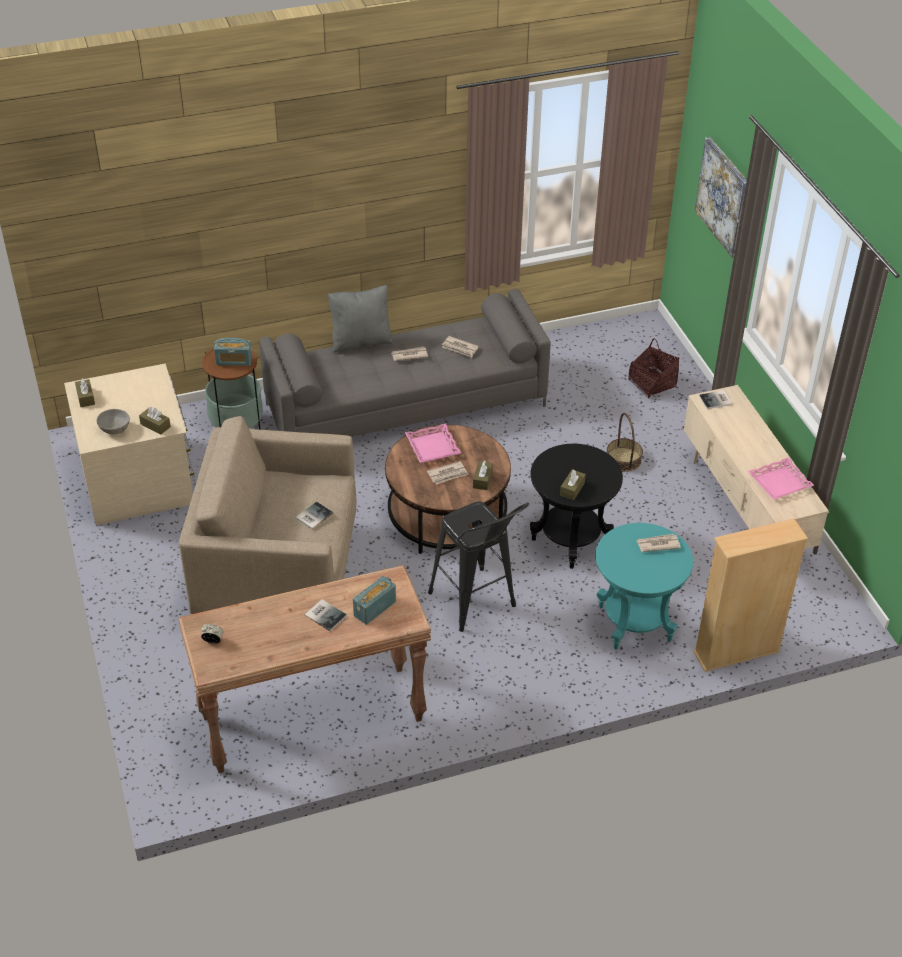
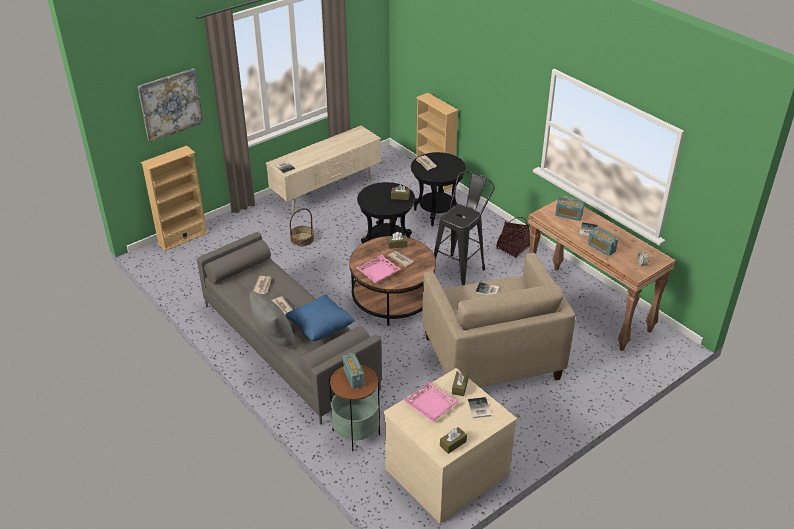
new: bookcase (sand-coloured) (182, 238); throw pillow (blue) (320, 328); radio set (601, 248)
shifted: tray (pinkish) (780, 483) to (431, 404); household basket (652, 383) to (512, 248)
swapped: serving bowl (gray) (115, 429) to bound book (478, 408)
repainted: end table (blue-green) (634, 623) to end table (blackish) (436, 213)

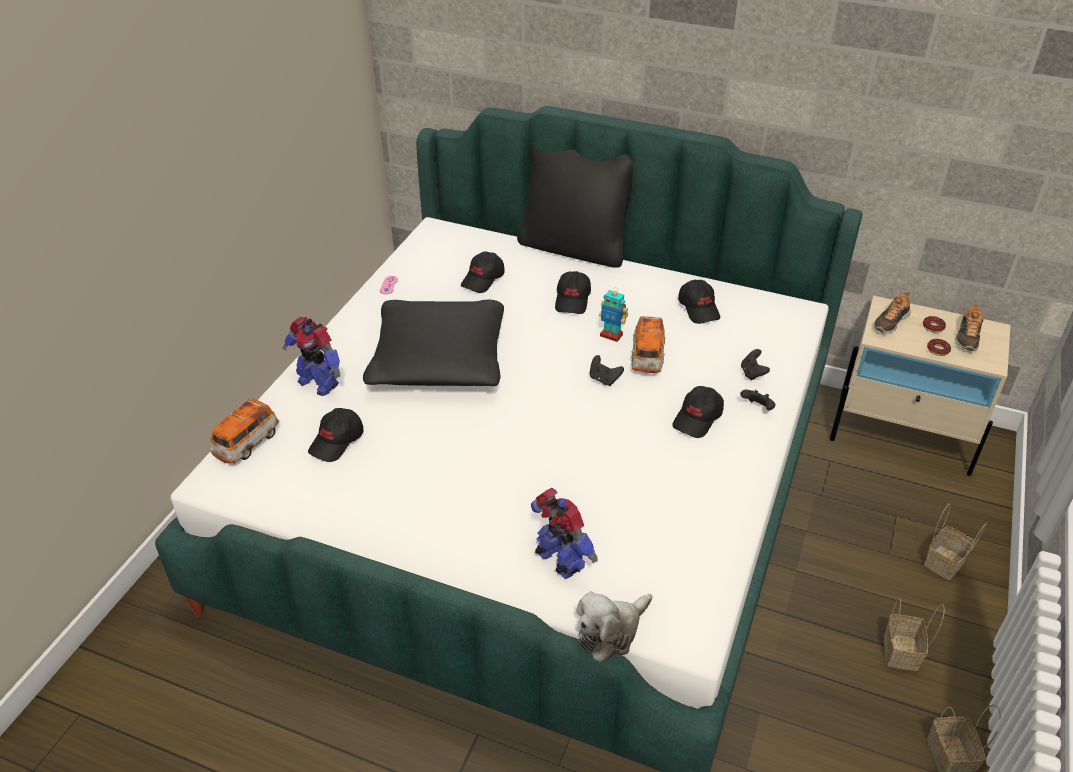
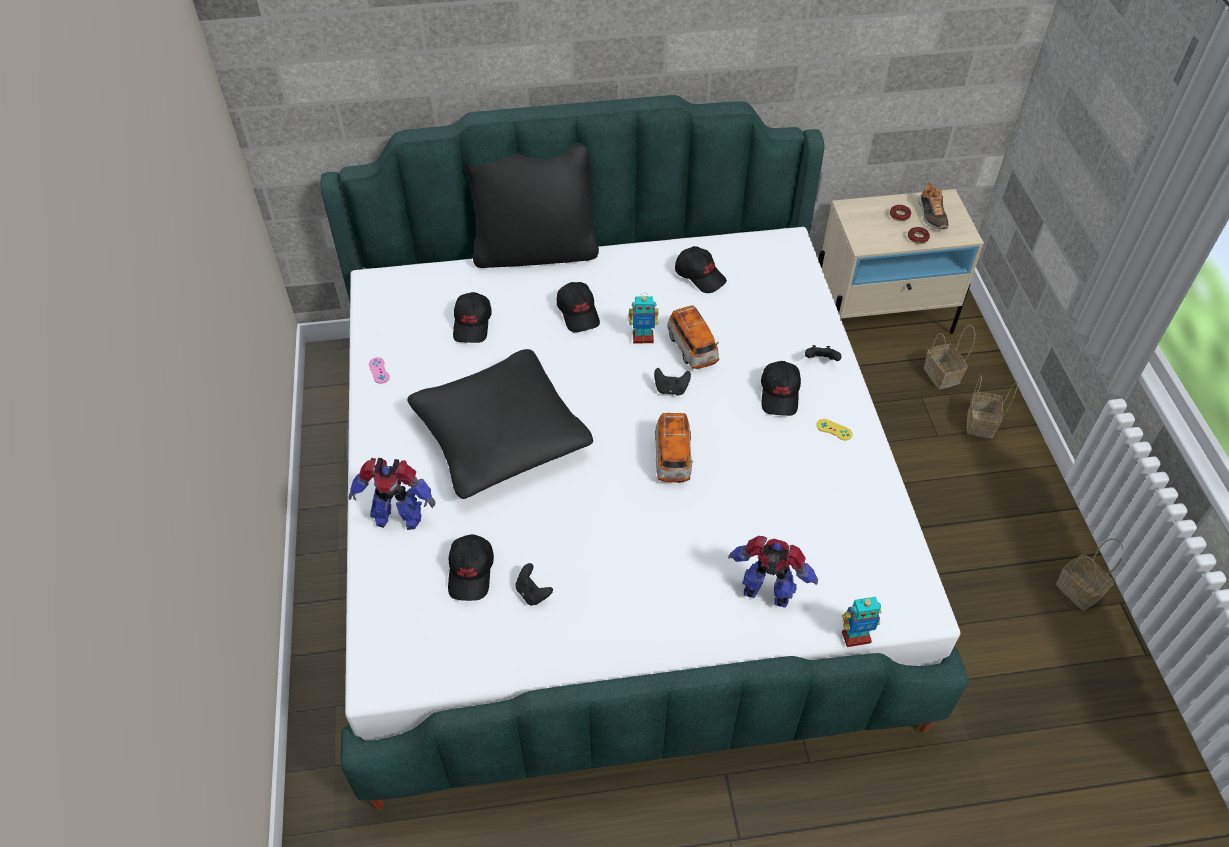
gone: item of footwear (890, 322)
new: joypad (yellow-coloured) (834, 430)
shifted: joypad (blackish) (752, 373) to (532, 593); miniature car (247, 444) to (672, 458); household basket (902, 653) to (942, 376)
swapped: plush toy (611, 632) to robot figure (855, 637)

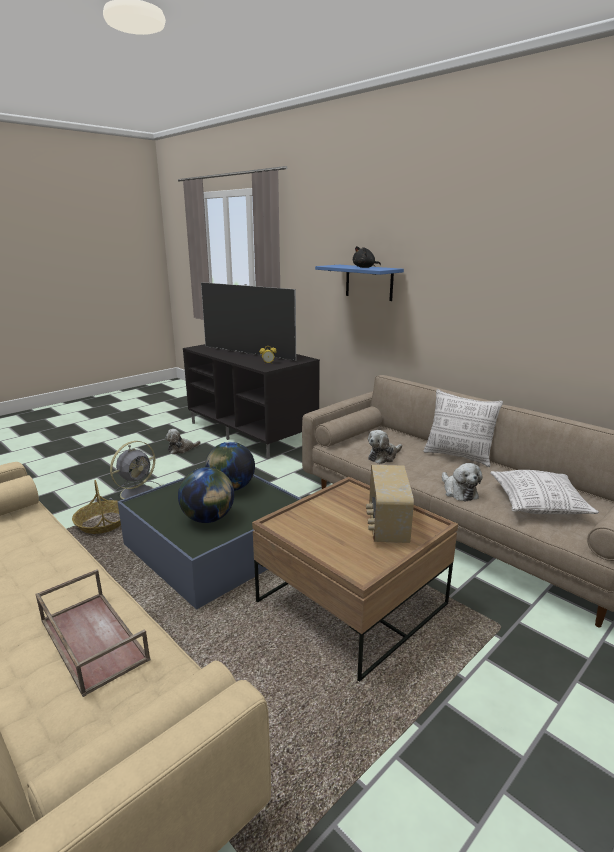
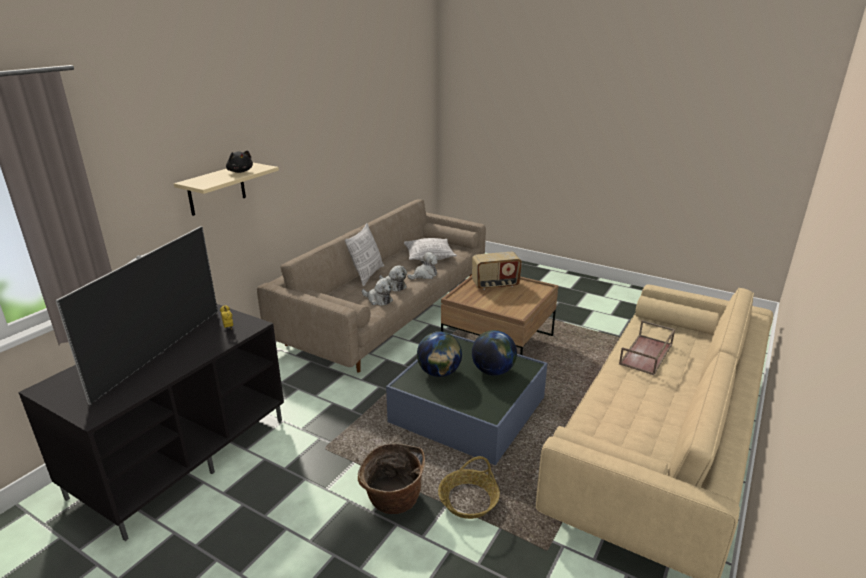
shifted: plush toy (181, 449) to (393, 286)
swapped: electric fan (gray) (138, 492) to household basket (392, 501)
repainted: wall shelf (blue) (369, 282) to wall shelf (sand-coloured) (216, 189)

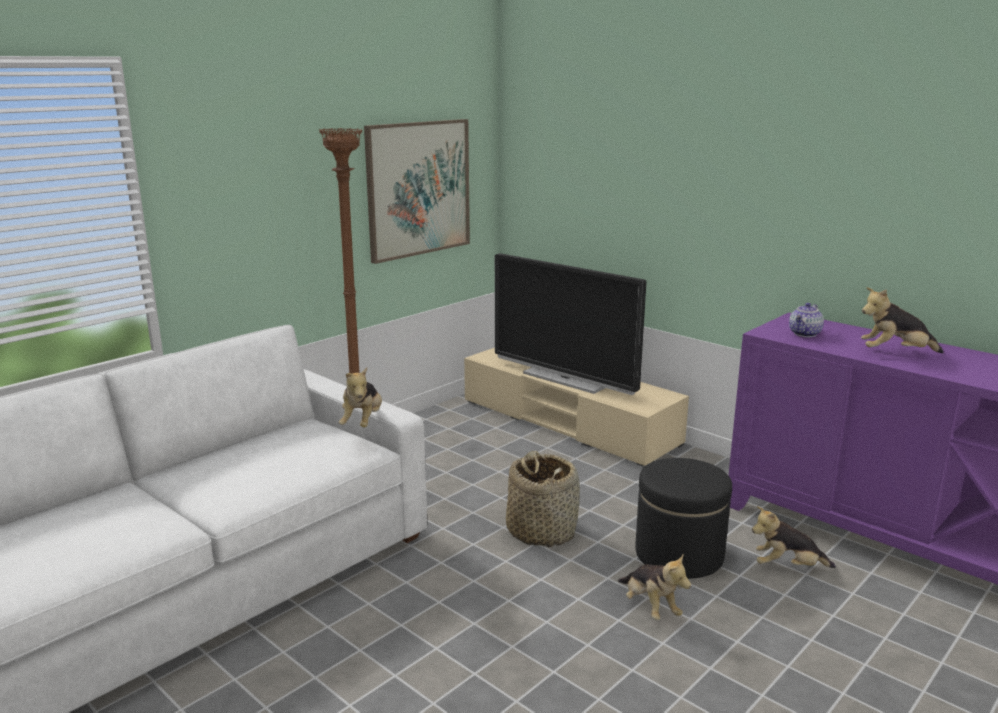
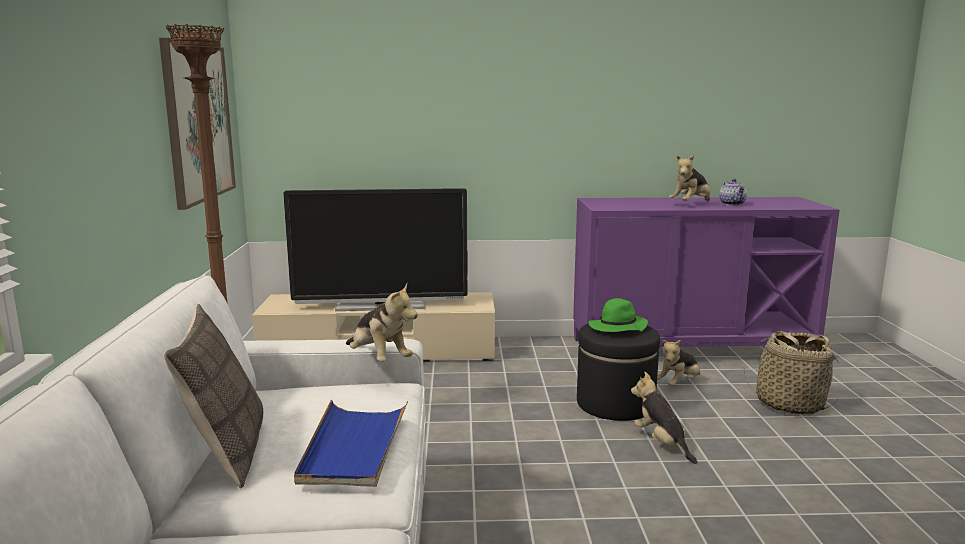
new: throw pillow (226, 453); tray (blue) (354, 447); wearable hat (green-coloured) (617, 328)
shifted: teapot (805, 334) to (732, 204); household basket (541, 531) to (789, 404)
rotated: plush toy (650, 607) = (661, 443) 135 degrees counterclockwise

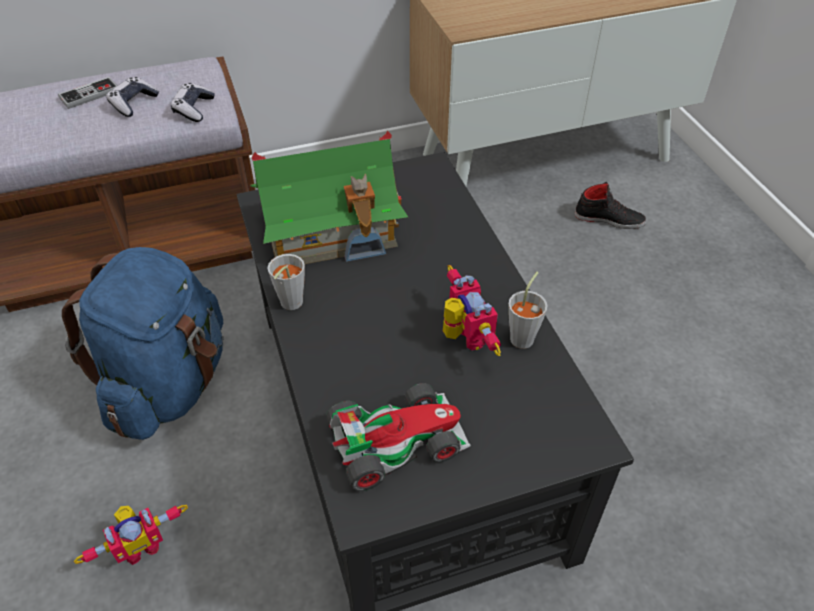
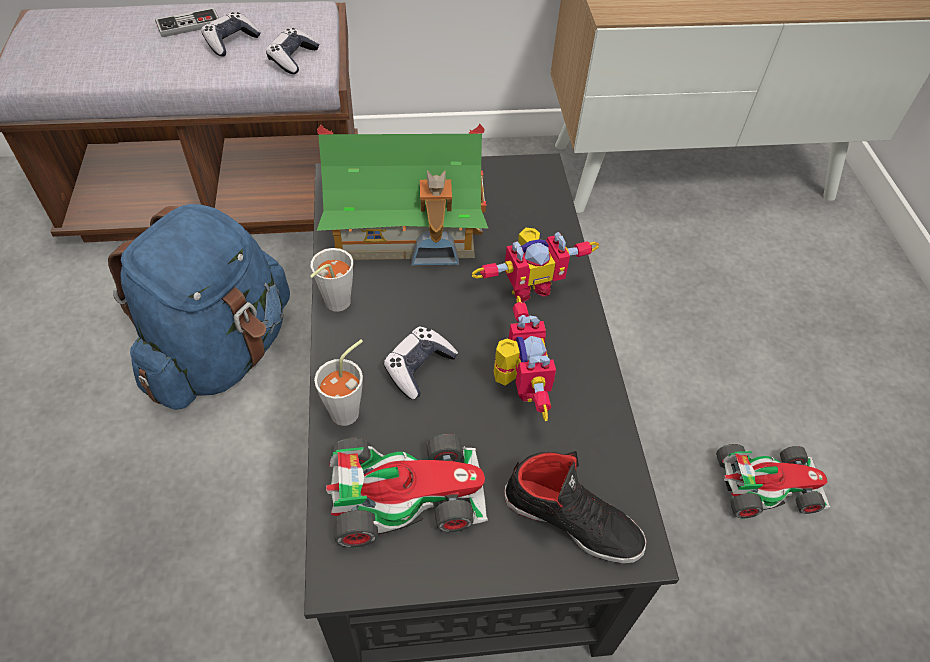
new: joypad (419, 367); miniature car (768, 484)
shifted: small cup (gray) (524, 336) to (350, 409); robot figure (140, 546) to (529, 285); item of footwear (blackish) (609, 219) to (572, 519)

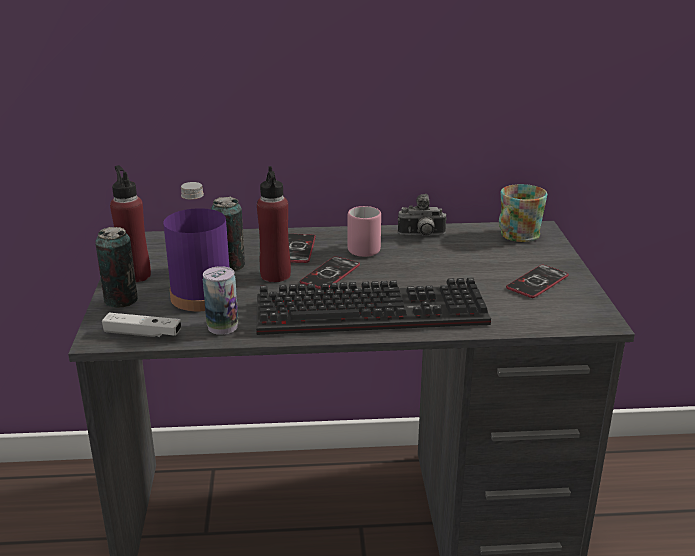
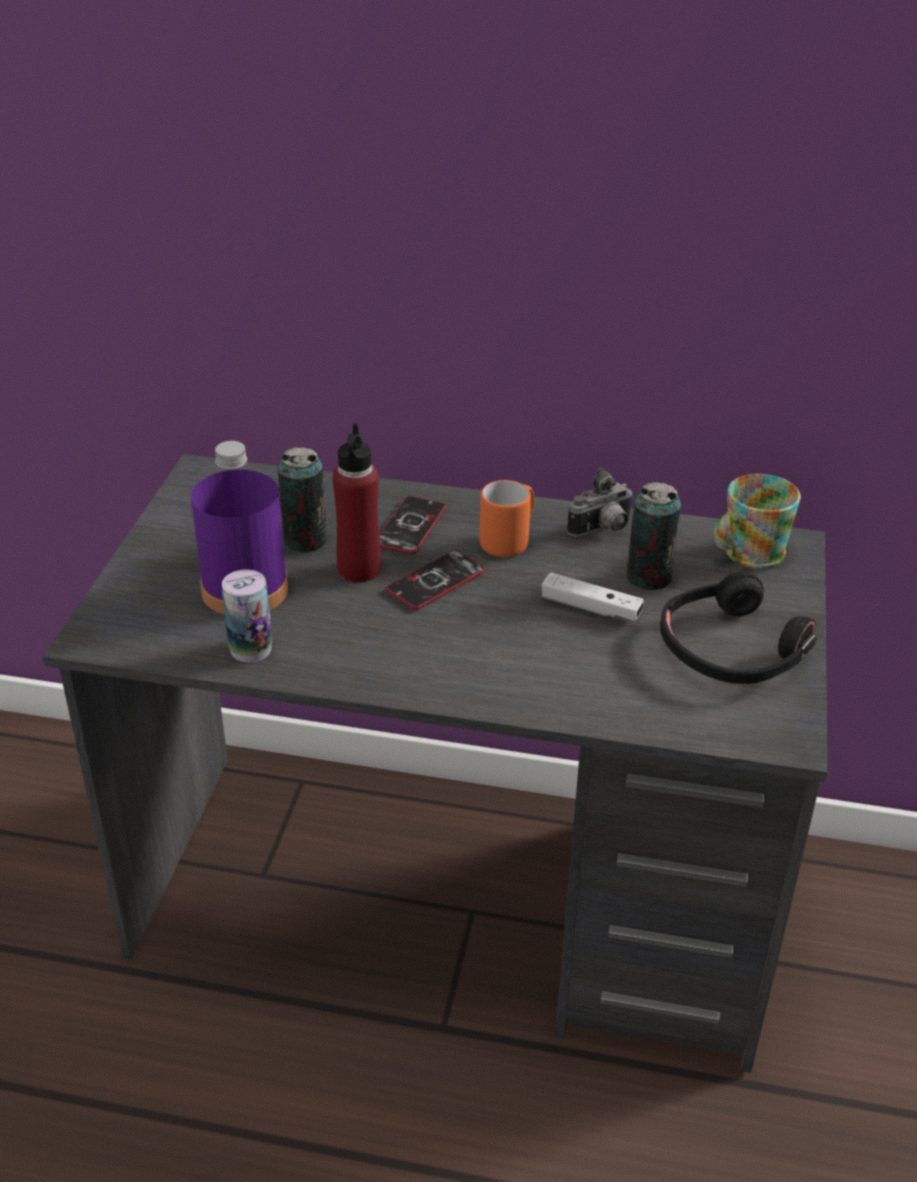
gone: bottle (red) (135, 275); computer keyboard (374, 310)
shifted: joypad (white) (142, 333) to (590, 608); can (121, 300) to (648, 577)
swapped: handset (537, 282) to headphones (blackish) (731, 649)
repainted: mug (pinkish) (366, 248) to mug (orange) (509, 541)
rotated: still camera (421, 236) = (602, 530) 45 degrees counterclockwise

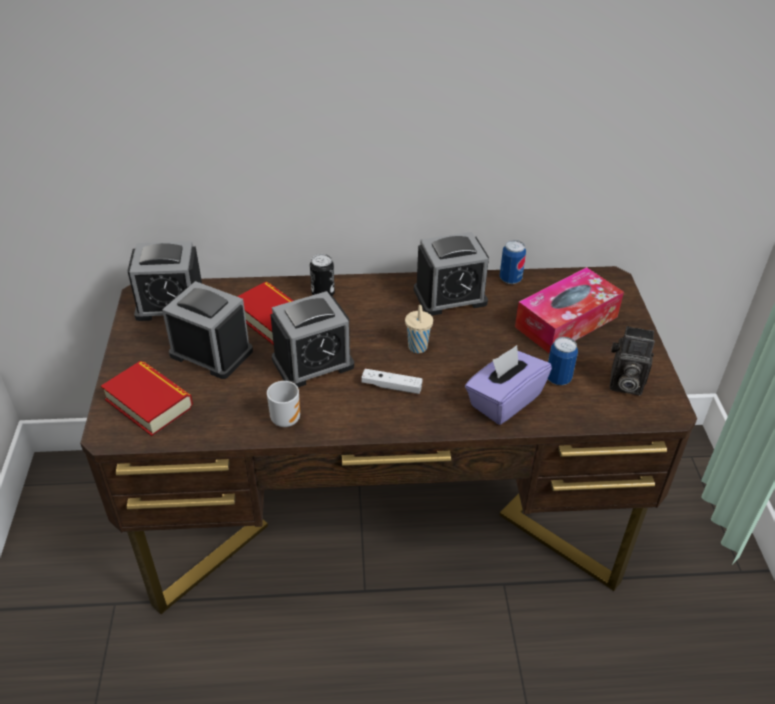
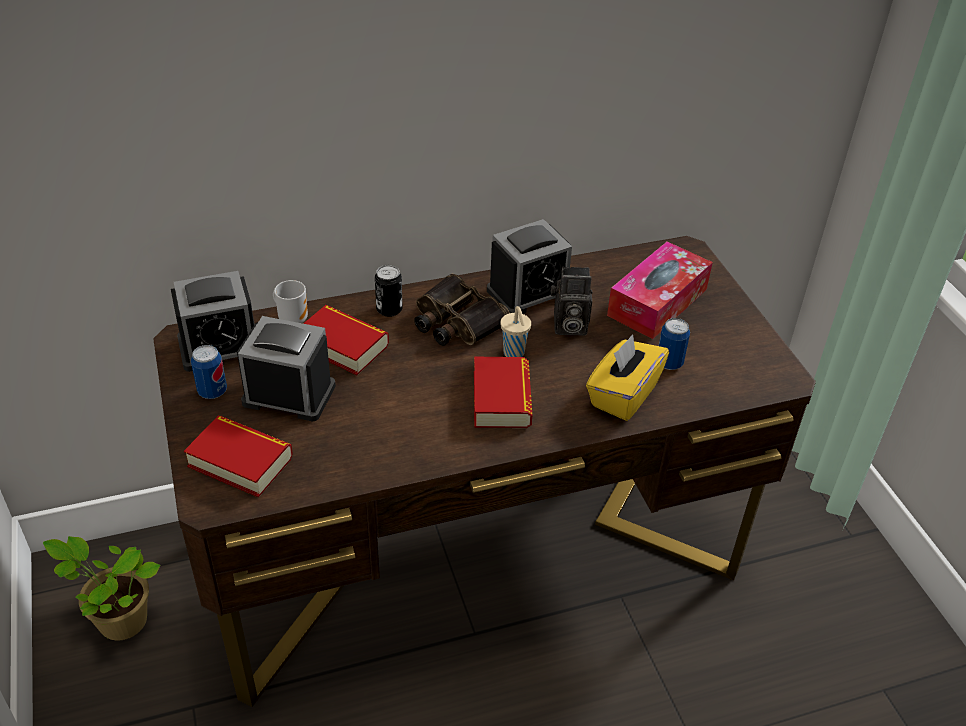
gone: table clock (313, 363)
new: potted plant (119, 620); field glasses (455, 321)
shifted: can (510, 279) to (212, 391); mug (285, 418) to (292, 319); still camera (623, 384) to (568, 326)
swapped: joypad (white) (391, 386) to bound book (501, 399)
repainted: box of tissues (purple-coloured) (504, 400) to box of tissues (yellow-coloured) (623, 395)

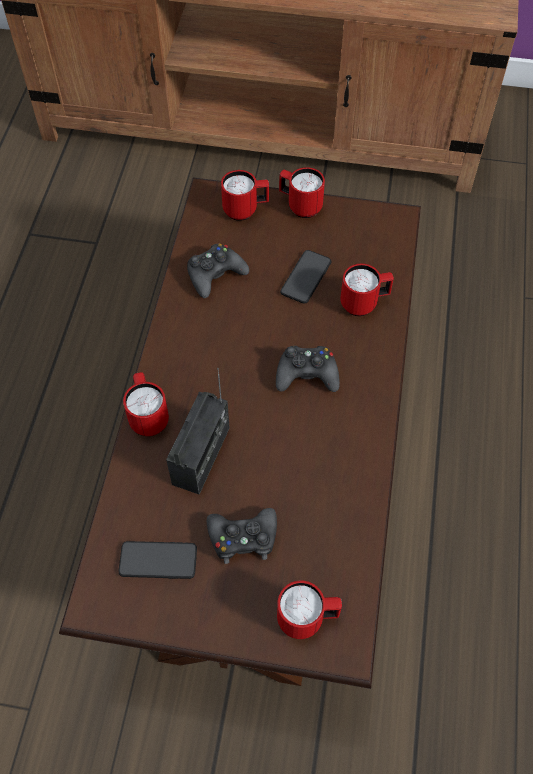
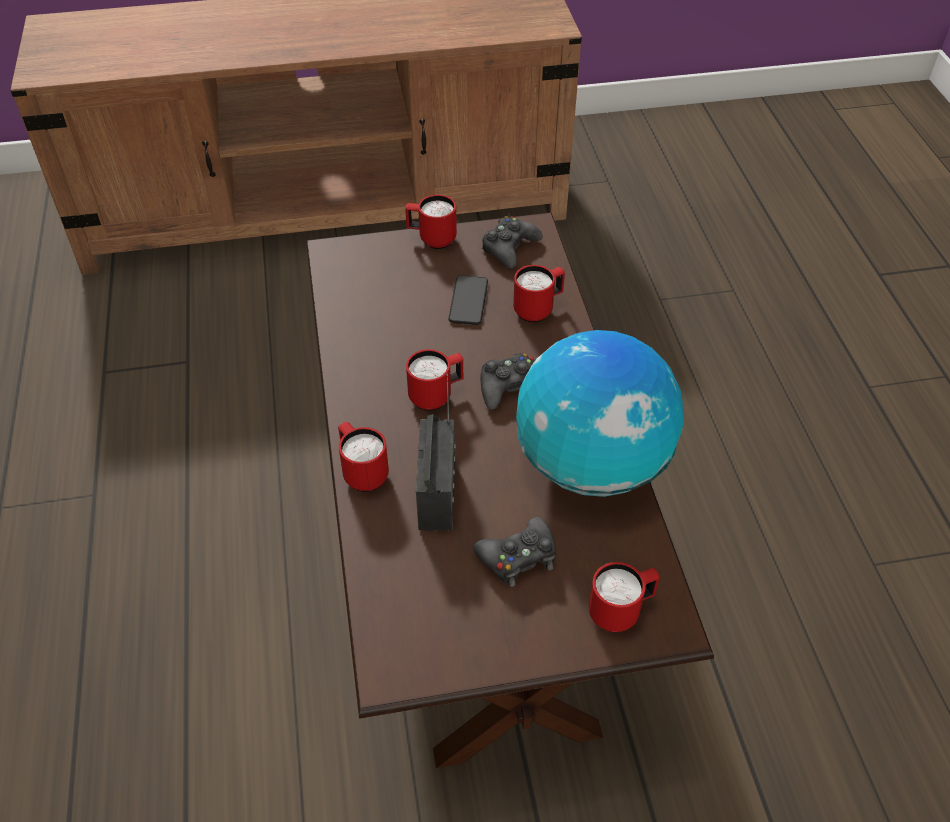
gone: handset (158, 560)
new: world globe (592, 465)
shifted: mug (red) (245, 210) to (436, 396); joypad (blackish) (215, 274) to (509, 248)

